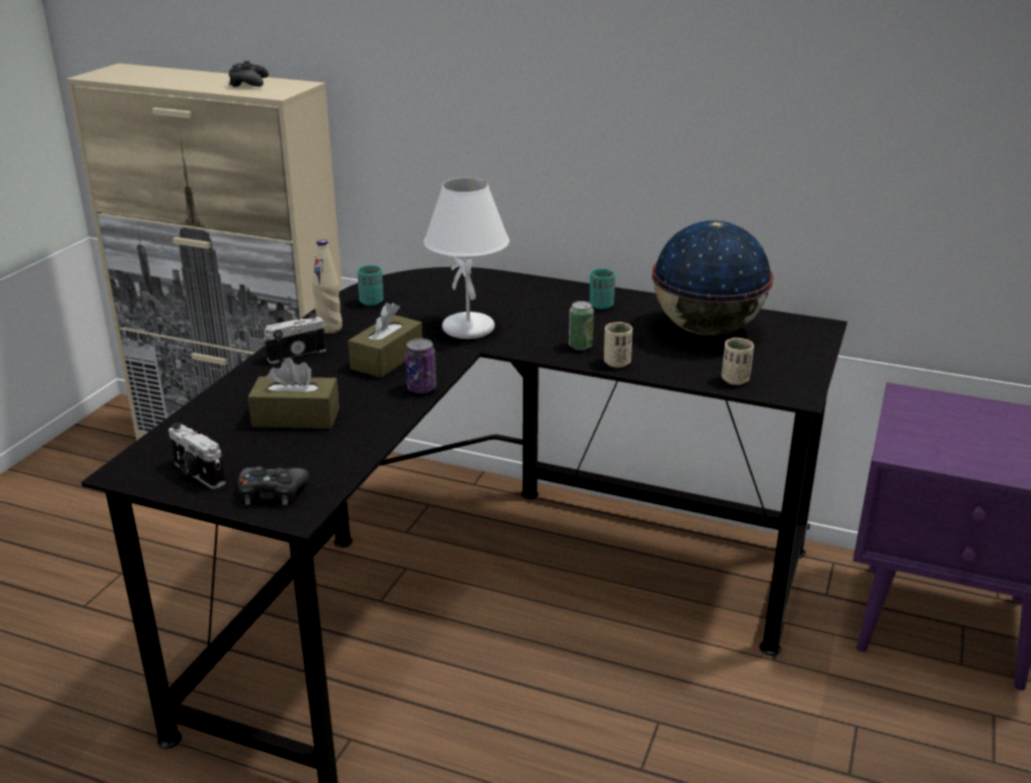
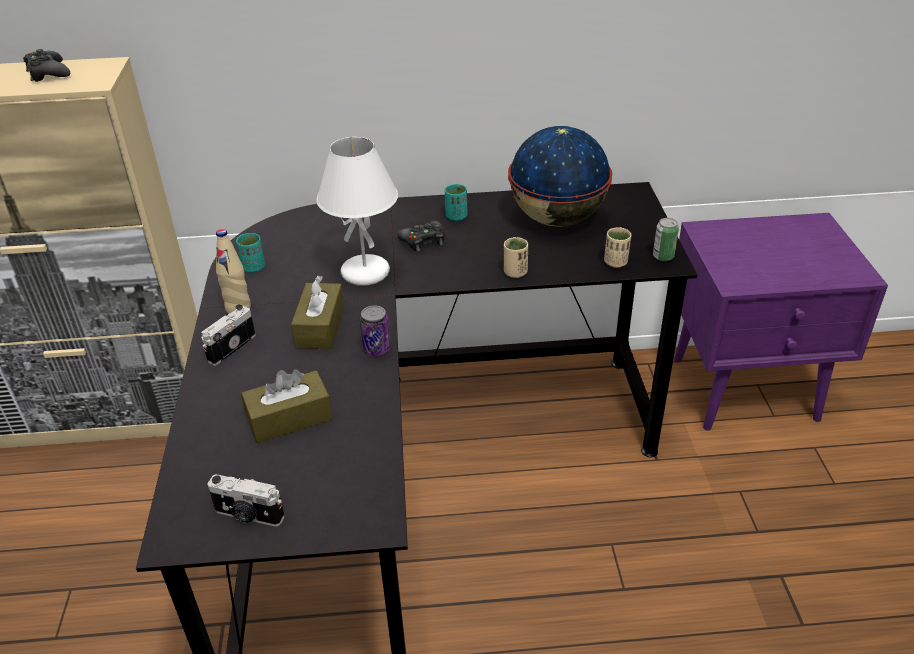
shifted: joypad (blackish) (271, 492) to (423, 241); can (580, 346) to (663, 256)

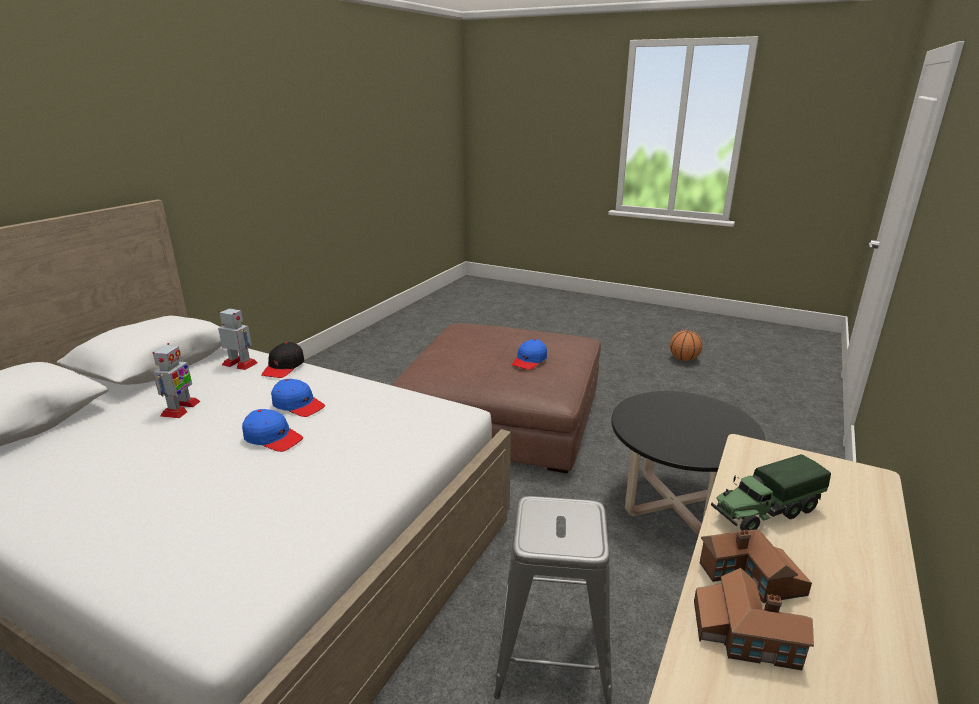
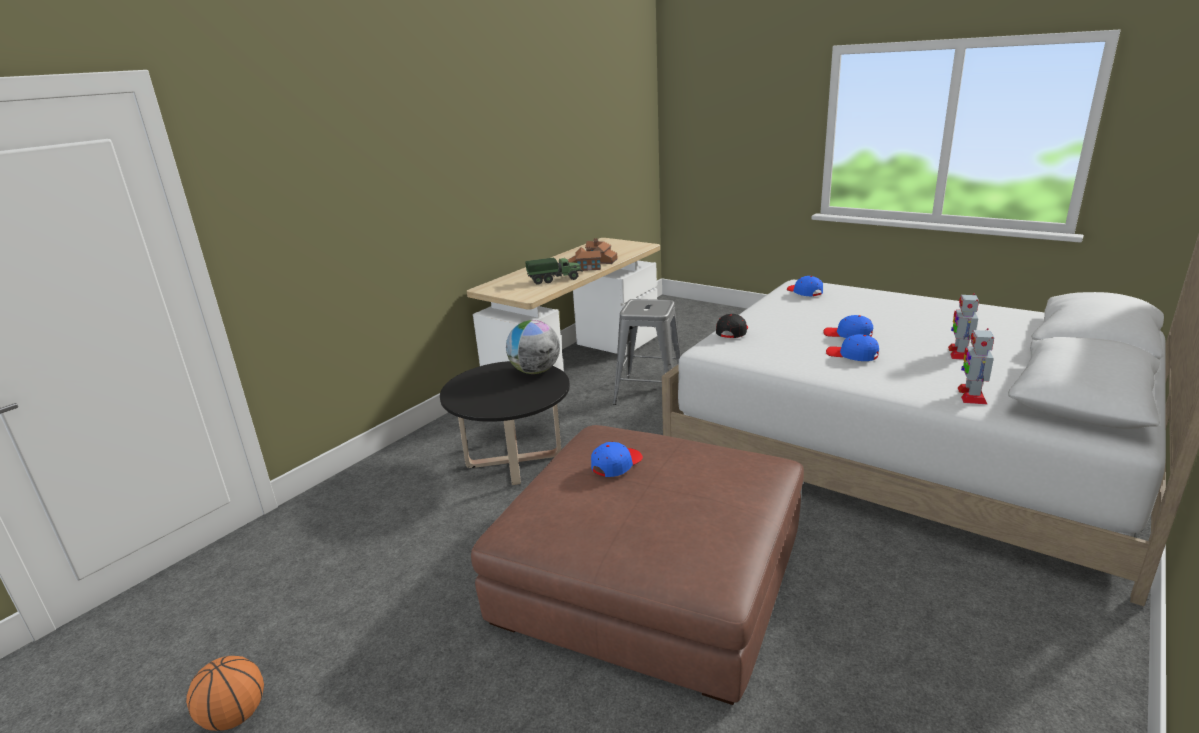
new: world globe (535, 371); peaked cap (blue) (804, 292)
shifted: peaked cap (blackish) (284, 367) to (732, 332)
rotated: robot figure (240, 364) = (971, 395) 75 degrees clockwise

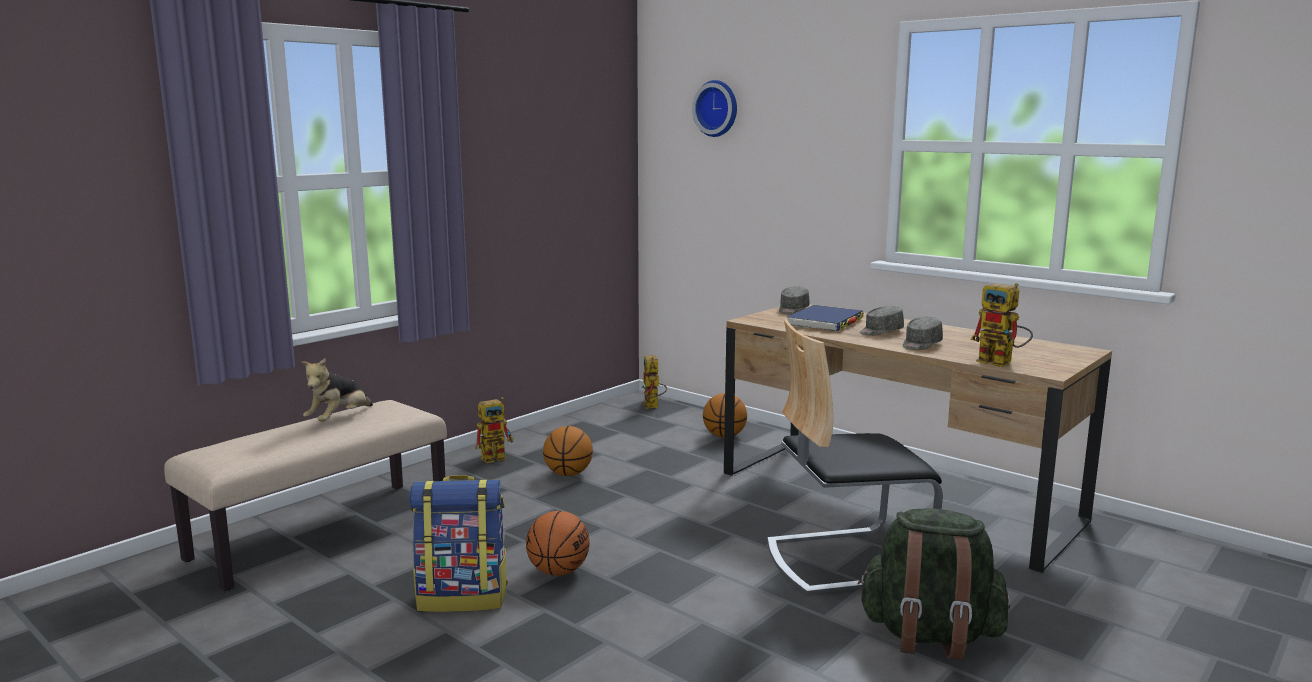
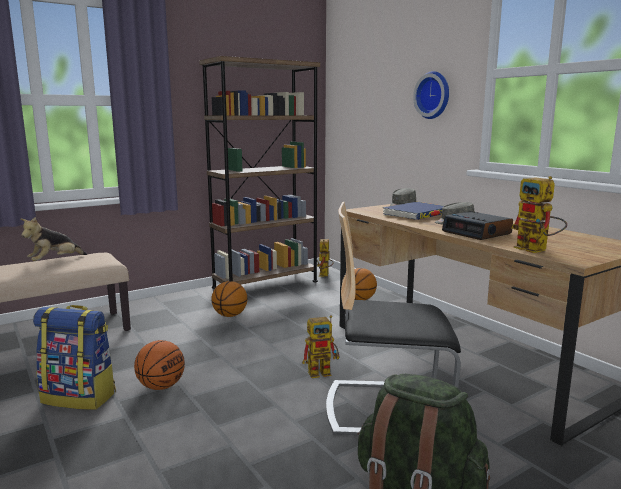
new: bookcase (brown) (265, 284)
shifted: robot figure (498, 457) to (323, 371); wall clock (717, 108) to (434, 95)
swapped: peaked cap (gray) (921, 344) to table clock (477, 232)

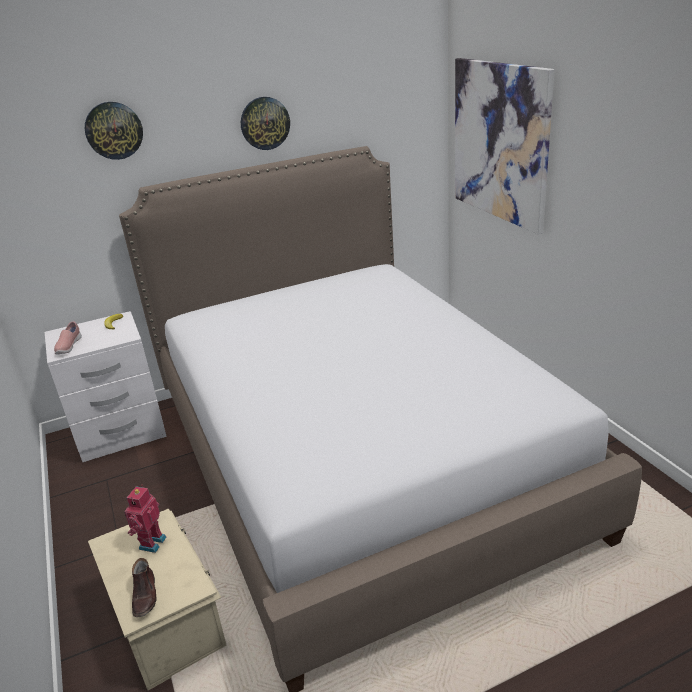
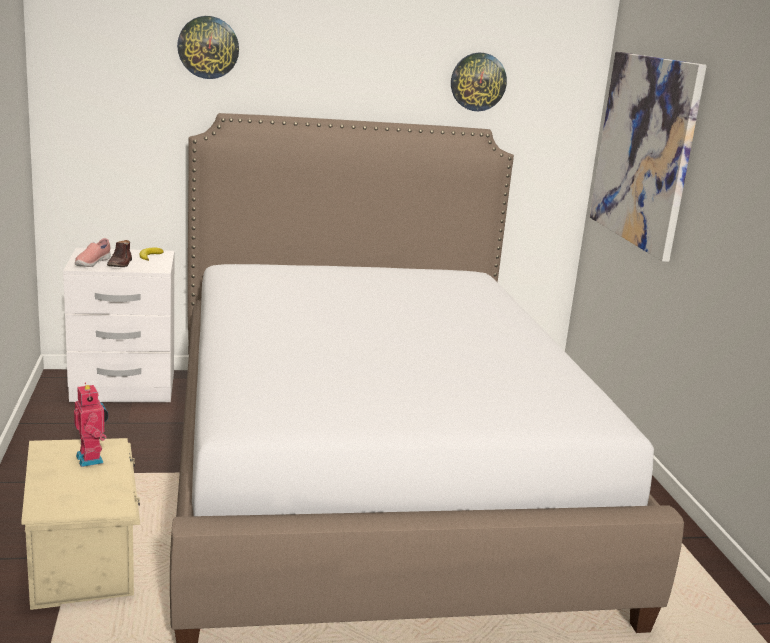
shifted: item of footwear (brown) (145, 595) to (120, 264); wall clock (265, 123) to (478, 82)
rotated: robot figure (151, 543) = (92, 459) 120 degrees clockwise

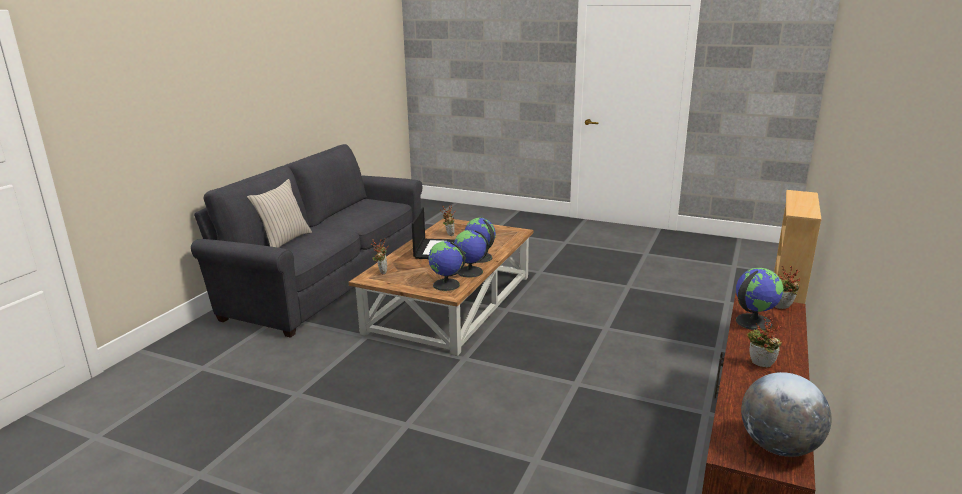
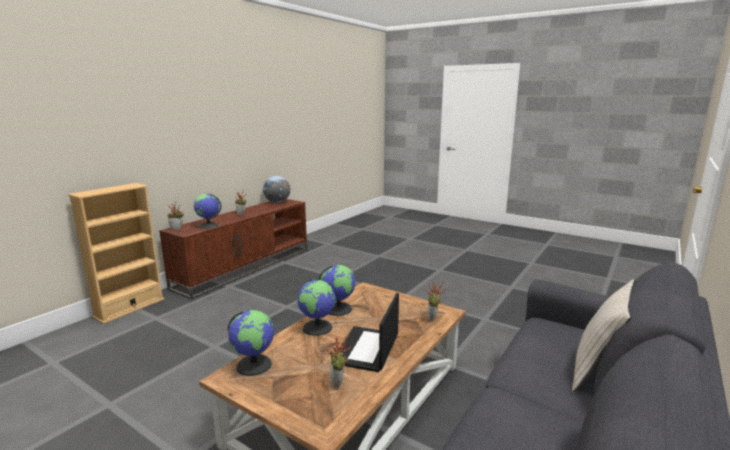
shifted: world globe (446, 285) to (254, 364)

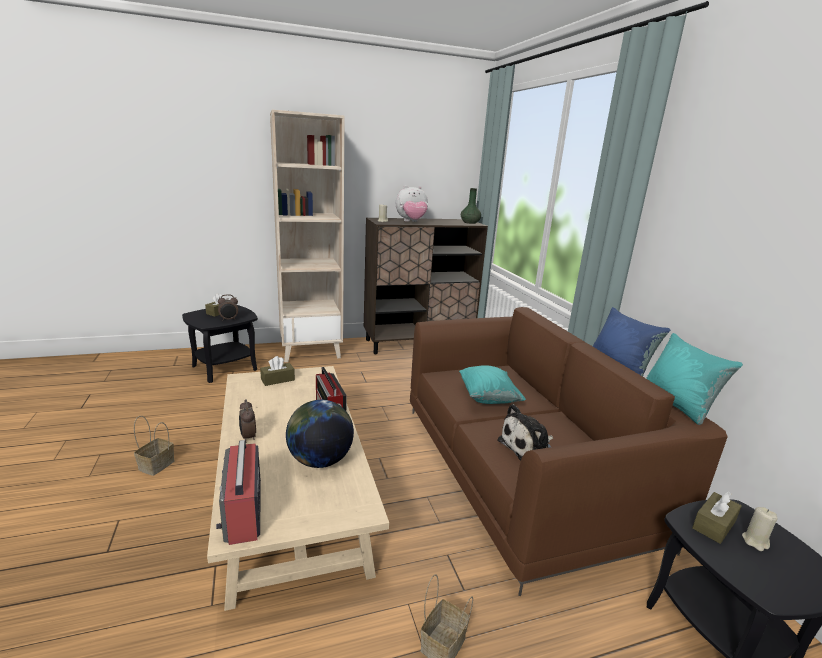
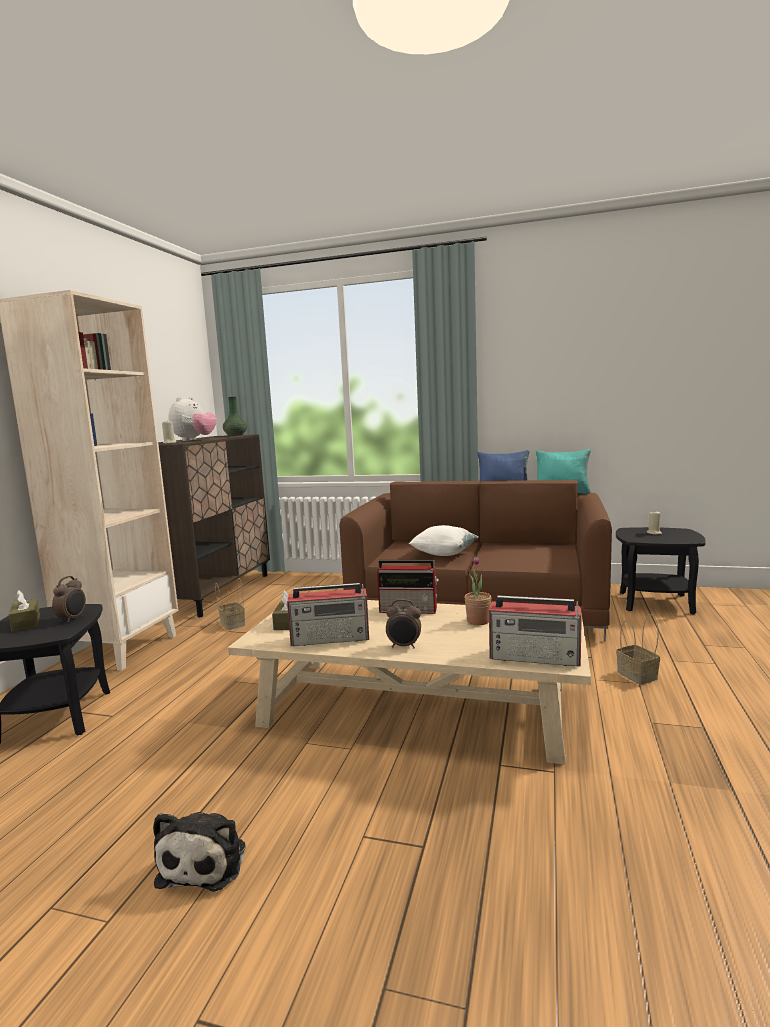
gone: box of tissues (brown) (714, 525)
new: radio set (331, 638)
shifted: plush toy (528, 447) to (205, 861); household basket (157, 464) to (232, 624)
swapped: world globe (320, 460) to potted plant (478, 621)
repainted: throw pillow (blue-green) (488, 398) to throw pillow (white) (444, 554)

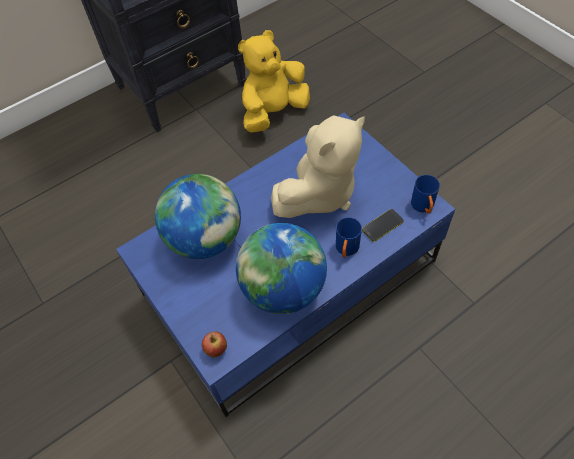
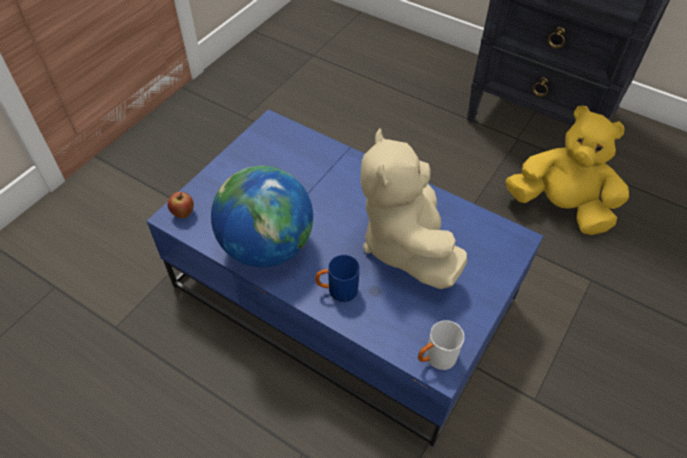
gone: world globe (205, 239); handset (382, 225)
repainted: mug (blue) (423, 207) to mug (white) (435, 359)
rotated: plush toy (sand-coloured) (319, 193) = (405, 244) 60 degrees clockwise

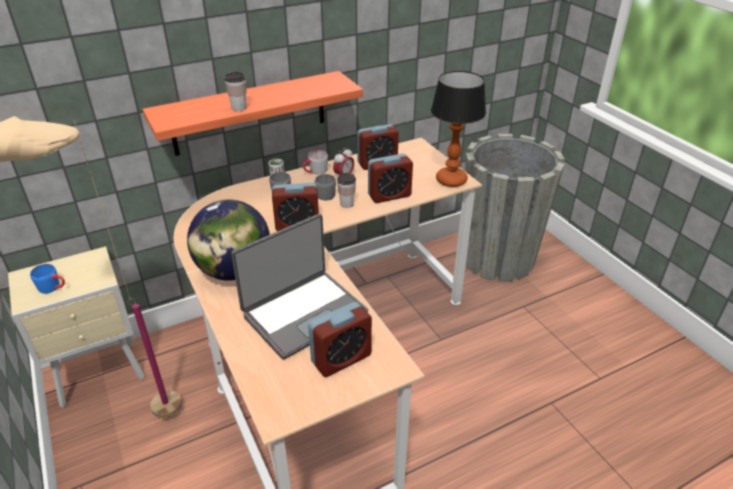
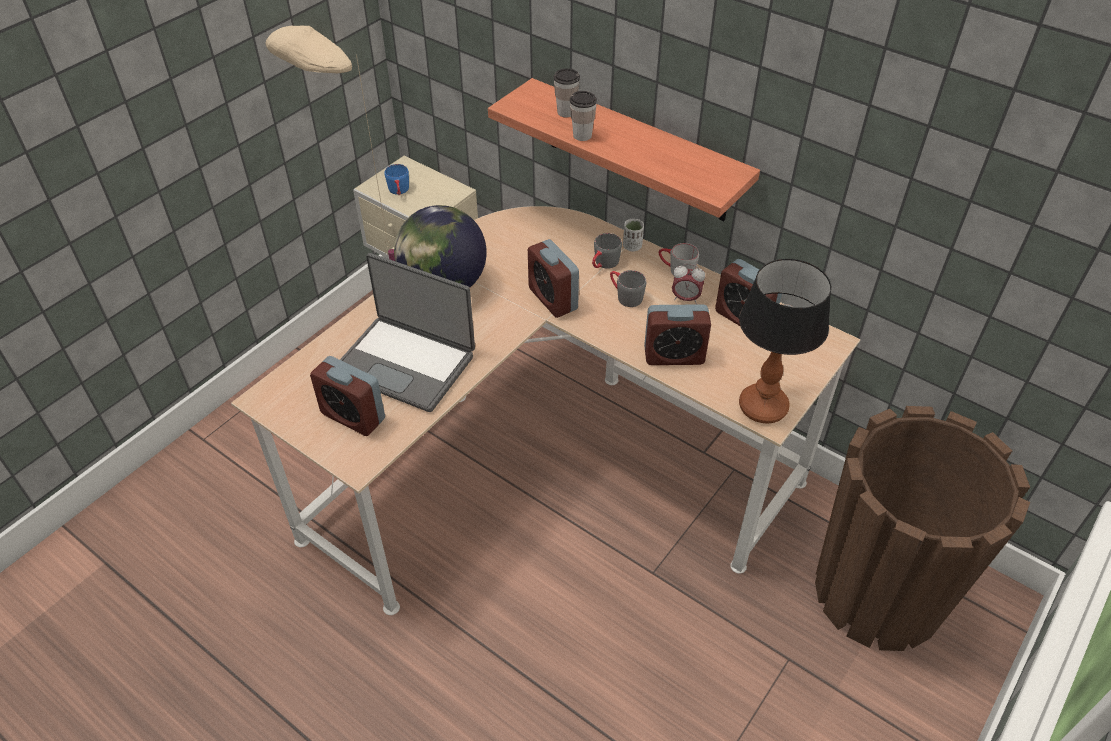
shifted: small cup (346, 204) to (566, 112)
repainted: plant pot (gray) (497, 258) to plant pot (brown) (878, 593)
rotated: table clock (389, 195) = (674, 355) 45 degrees counterclockwise

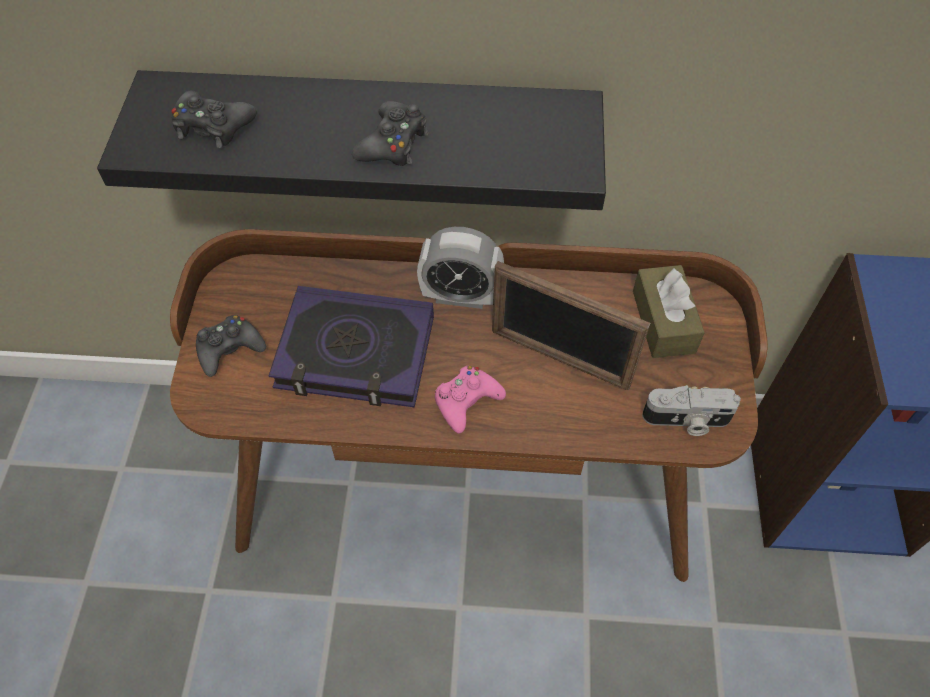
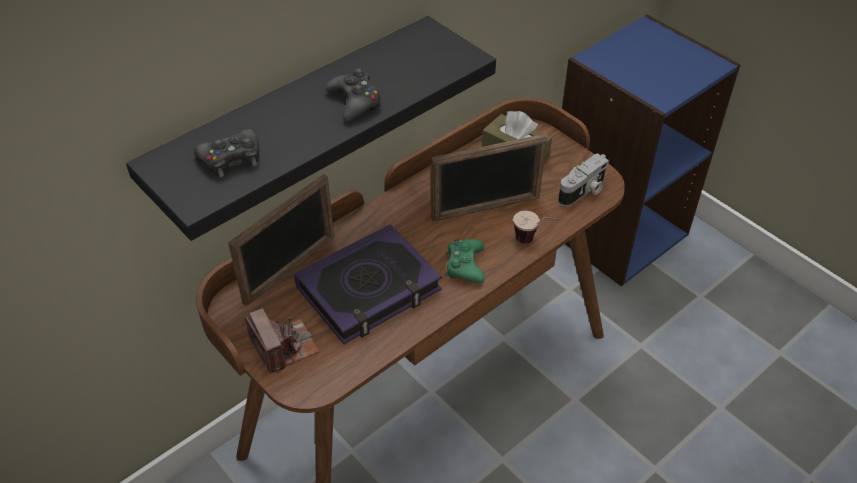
gone: table clock (460, 296)
new: picture frame (290, 269); small cup (534, 241)
swapped: joypad (blackish) (229, 349) to still camera (284, 347)
repainted: joypad (pinkish) (466, 401) to joypad (green-coloured) (465, 265)

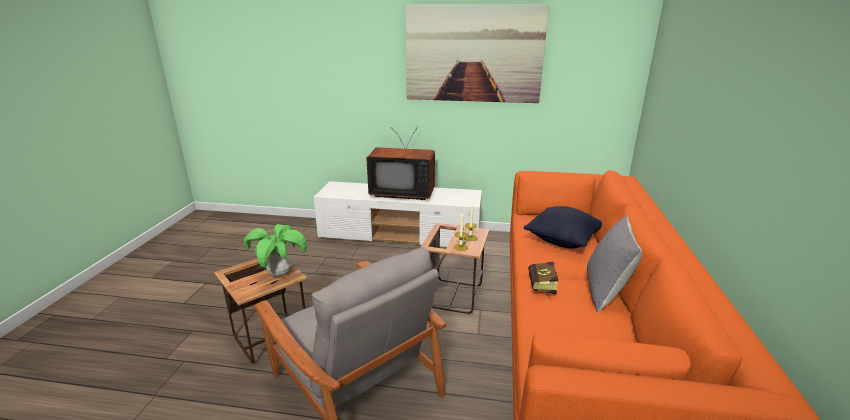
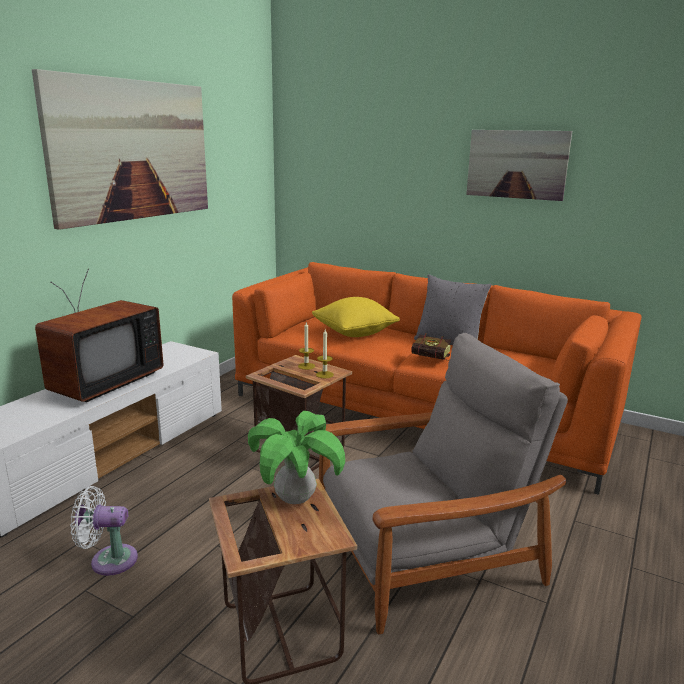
new: electric fan (white) (109, 560); wall art (517, 164)
repainted: throw pillow (blackish) (562, 241) to throw pillow (yellow-coloured) (354, 333)

